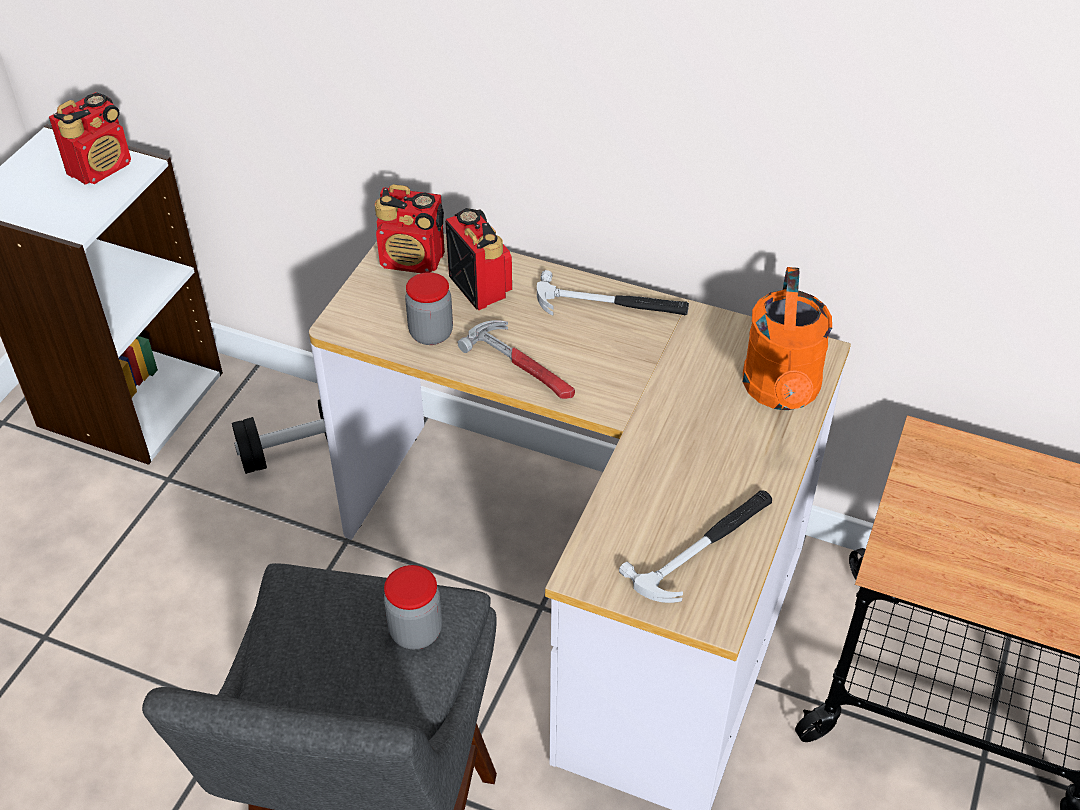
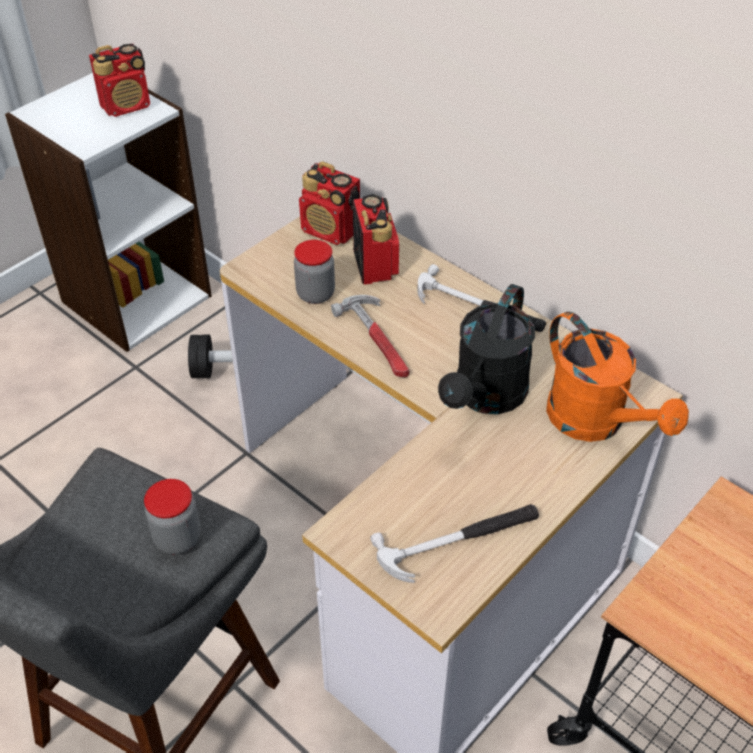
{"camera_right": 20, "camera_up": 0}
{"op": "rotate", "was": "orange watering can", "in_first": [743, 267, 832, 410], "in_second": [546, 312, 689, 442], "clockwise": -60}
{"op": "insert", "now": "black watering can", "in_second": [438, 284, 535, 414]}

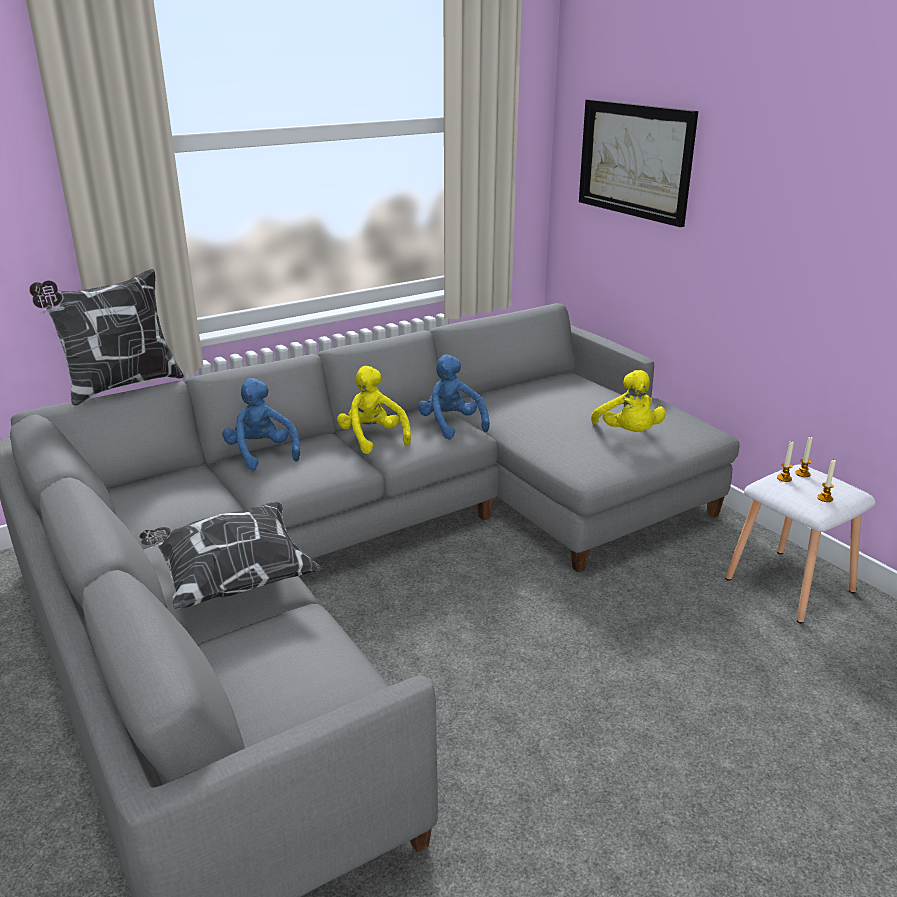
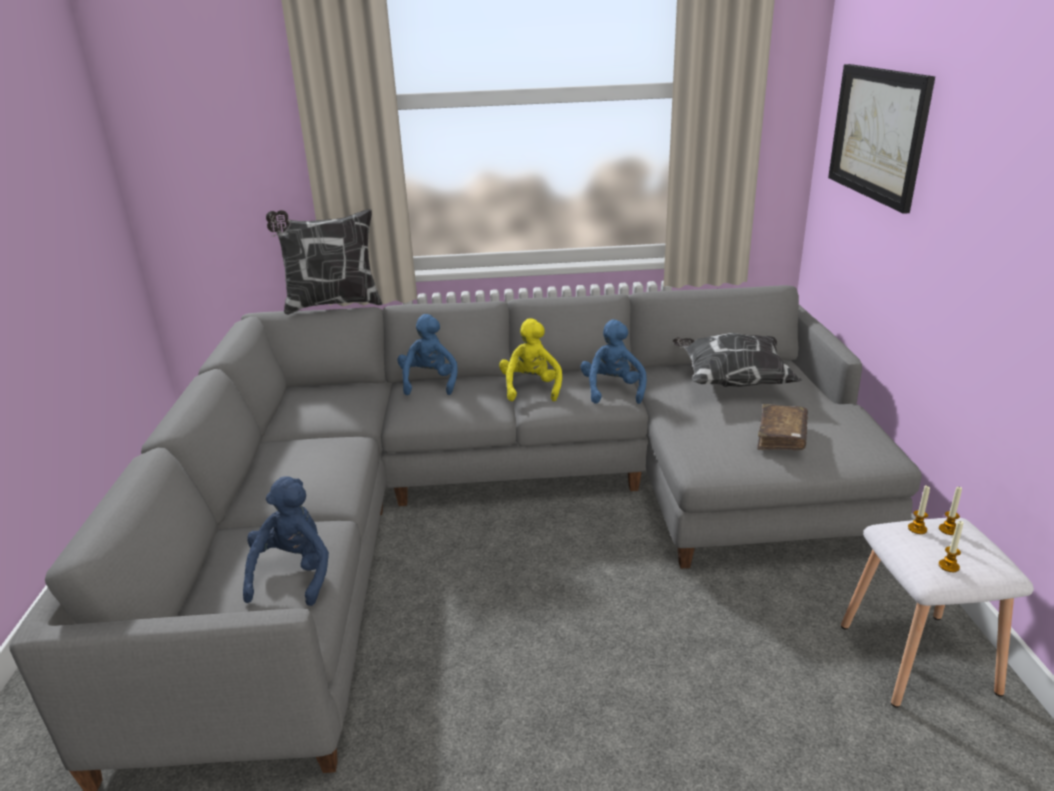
{"camera_right": 30, "camera_up": 0}
{"op": "move", "was": "pillow", "in_first": [139, 502, 323, 609], "in_second": [673, 333, 802, 387]}
{"op": "replace", "was": "yellow plush toy", "now": "brown book", "in_first": [591, 370, 666, 432], "in_second": [757, 404, 808, 450]}
{"op": "insert", "now": "blue plush toy", "in_second": [243, 477, 329, 606]}

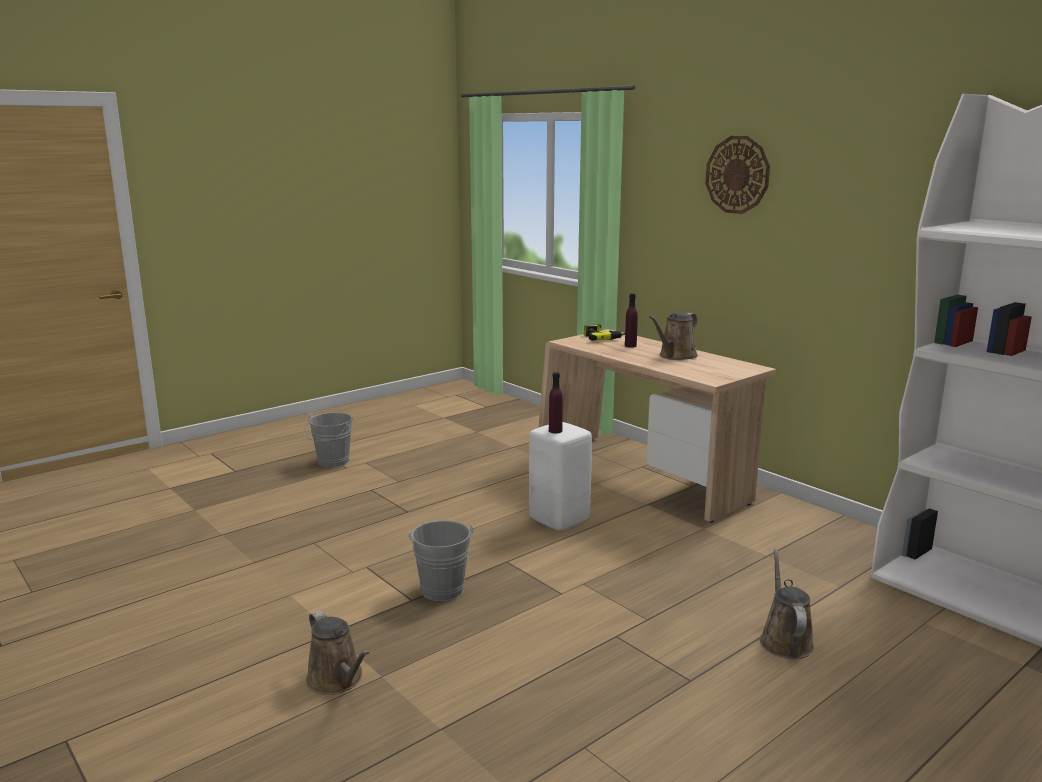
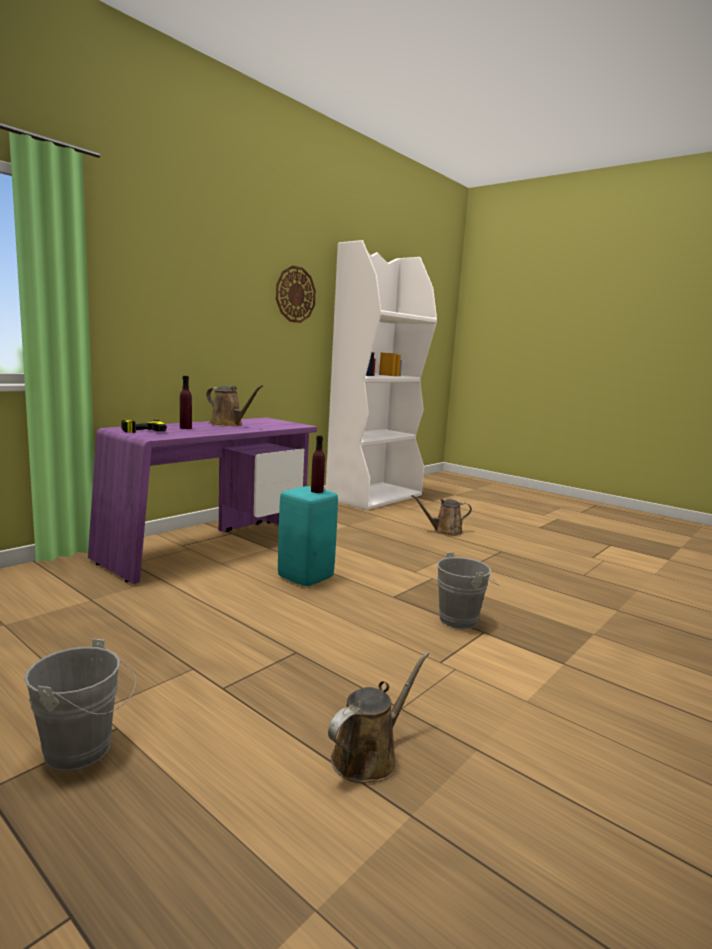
{"camera_right": -100, "camera_up": -5}
{"op": "move", "was": "brown watering can", "in_first": [306, 610, 369, 695], "in_second": [328, 652, 429, 783]}
{"op": "recolor", "was": "white stool", "now": "turquoise stool", "in_first": [529, 422, 592, 531], "in_second": [278, 486, 338, 586]}
{"op": "recolor", "was": "beige desk", "now": "purple desk", "in_first": [539, 329, 776, 523], "in_second": [88, 418, 317, 584]}
{"op": "move", "was": "wall clock", "in_first": [705, 136, 770, 214], "in_second": [276, 266, 316, 323]}

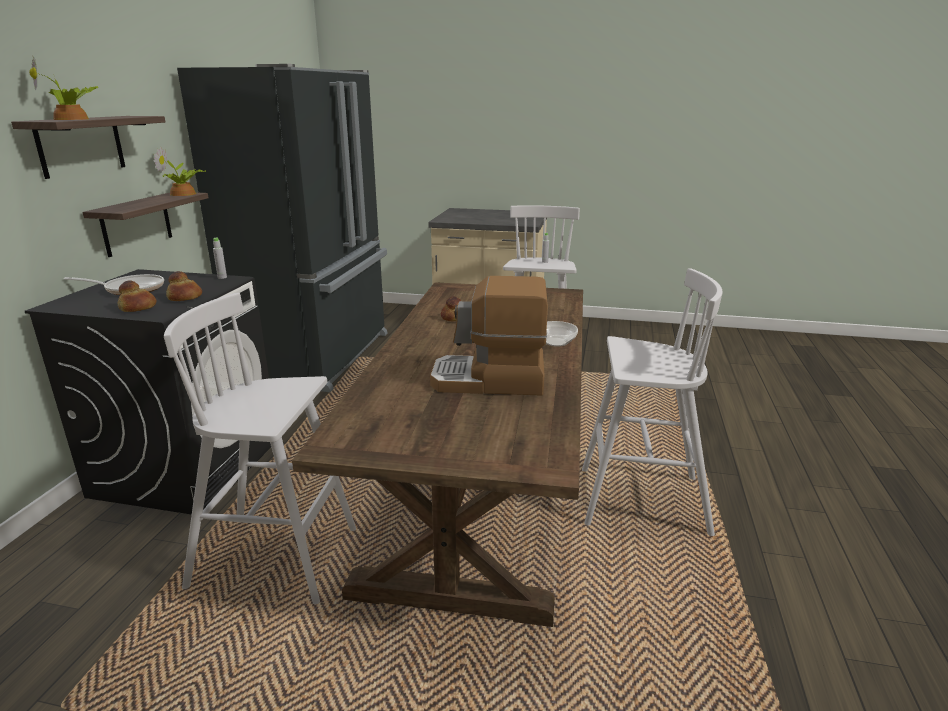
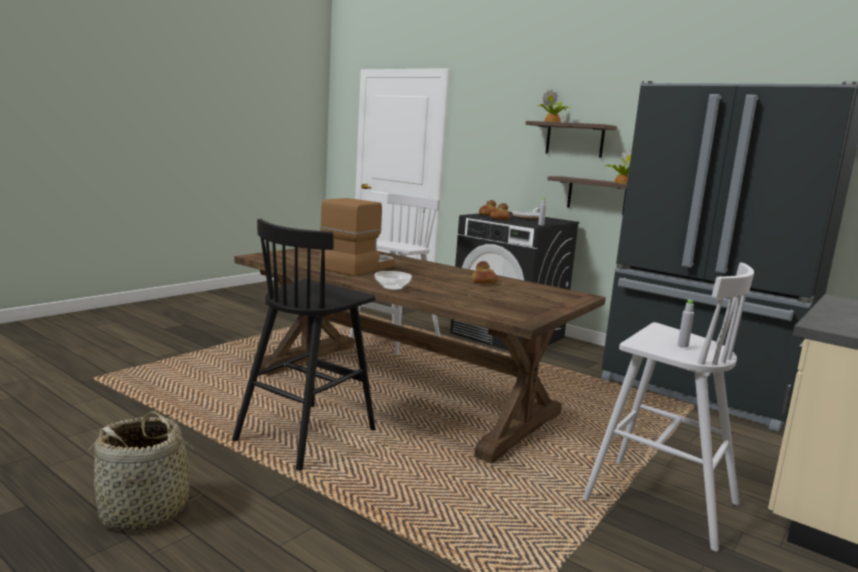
{"camera_right": 115, "camera_up": -10}
{"op": "recolor", "was": "white stool", "now": "black stool", "in_first": [582, 268, 722, 536], "in_second": [232, 219, 376, 471]}
{"op": "insert", "now": "basket", "in_second": [86, 411, 208, 532]}

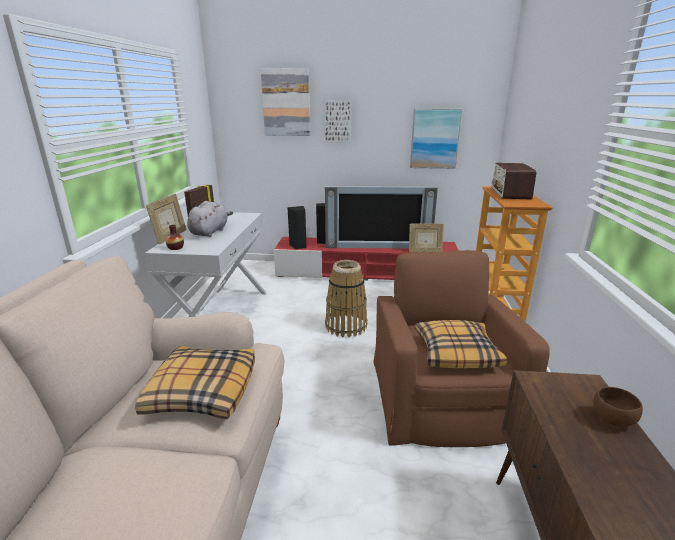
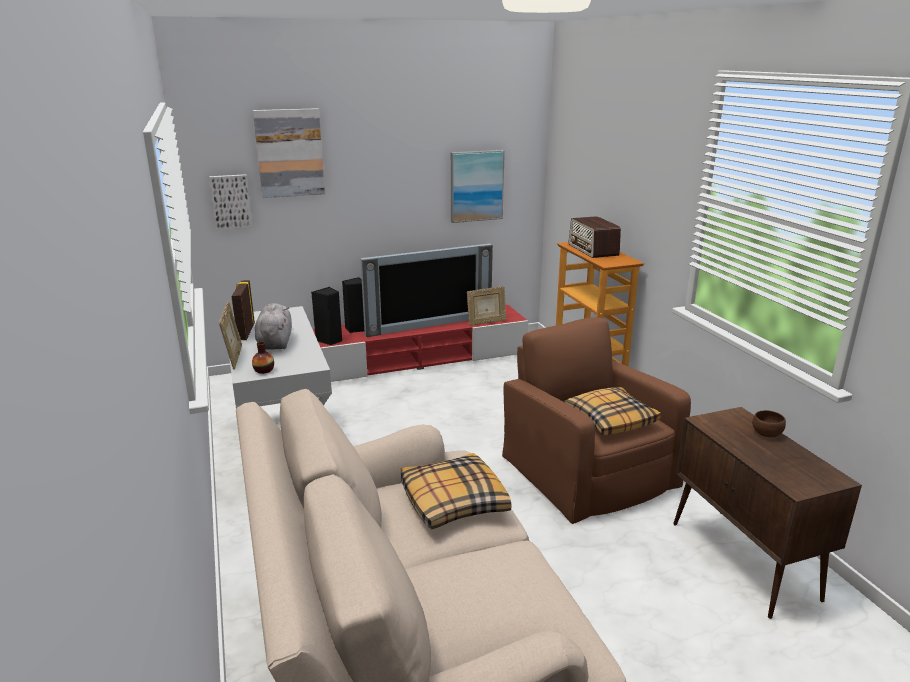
{"camera_right": -25, "camera_up": 0}
{"op": "move", "was": "picture", "in_first": [325, 101, 351, 143], "in_second": [209, 174, 253, 230]}
{"op": "delete", "was": "basket", "in_first": [325, 260, 367, 338]}

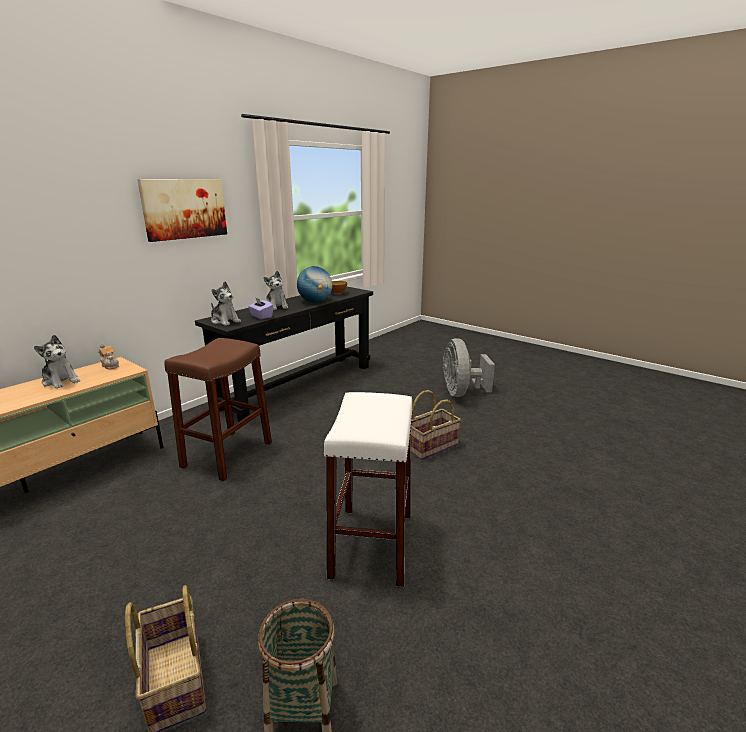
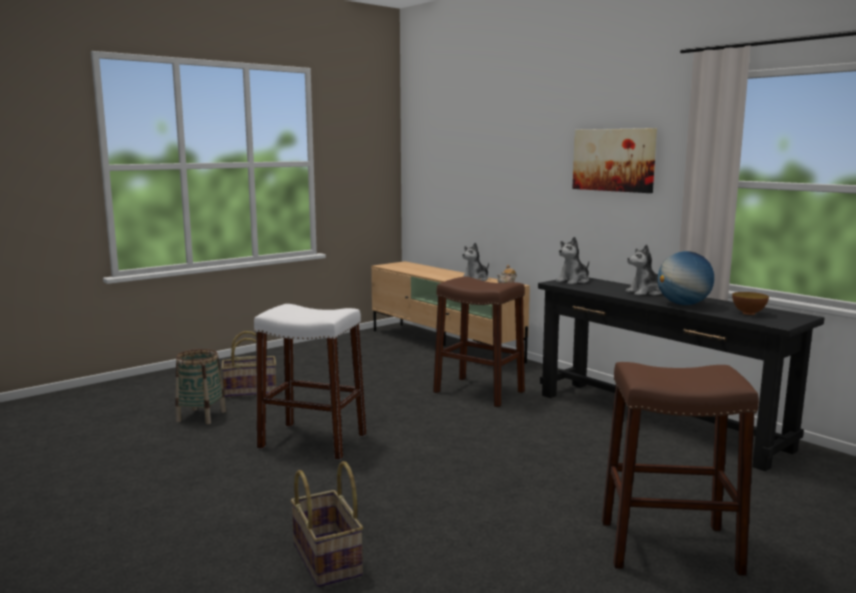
{"camera_right": 100, "camera_up": -10}
{"op": "delete", "was": "purple tissue box", "in_first": [248, 297, 273, 319]}
{"op": "move", "was": "basket", "in_first": [411, 390, 461, 460], "in_second": [290, 461, 363, 587]}
{"op": "replace", "was": "grey fan", "now": "brown stool", "in_first": [443, 338, 495, 397], "in_second": [602, 362, 759, 576]}

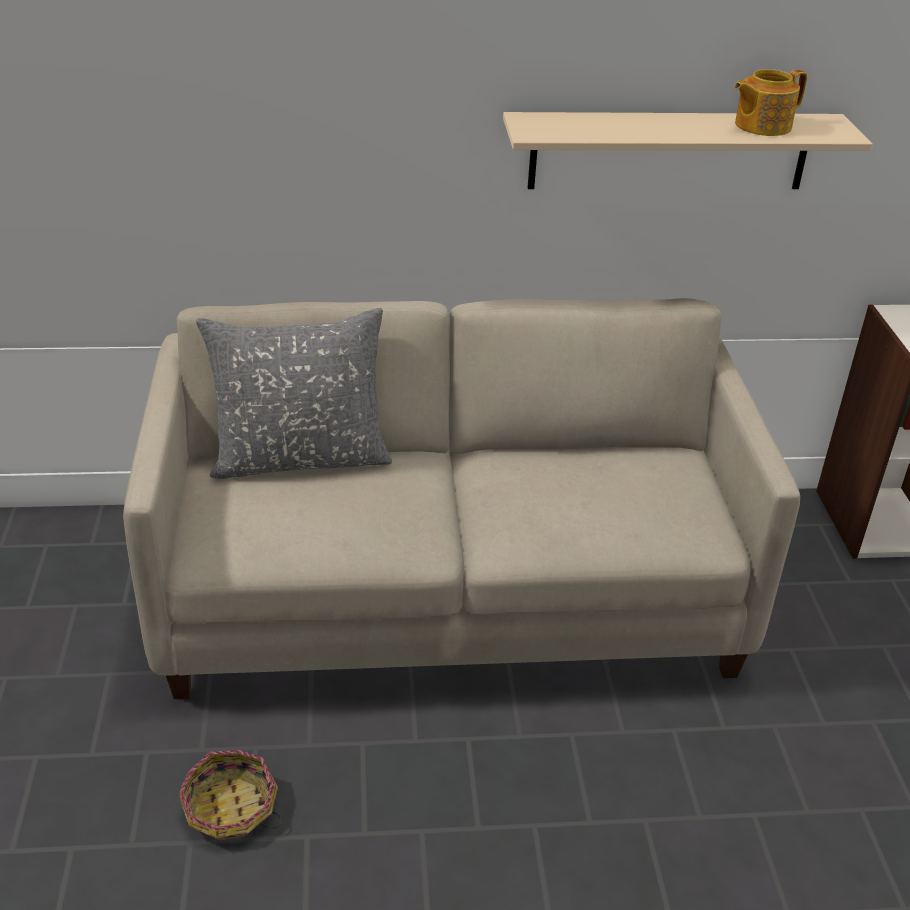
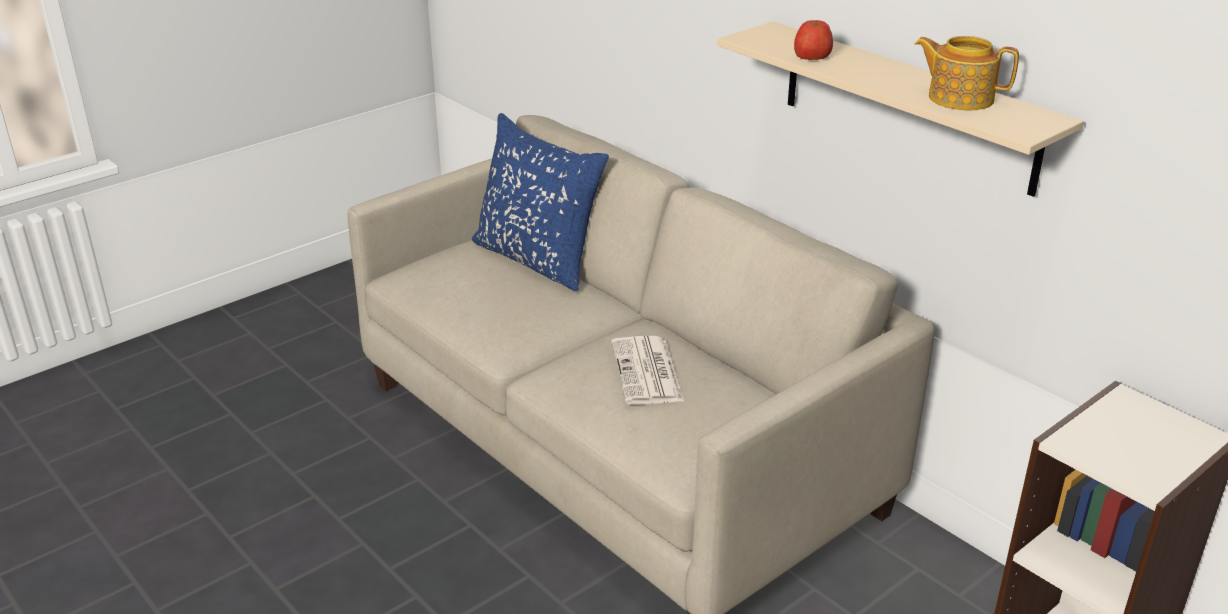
{"camera_right": 55, "camera_up": -5}
{"op": "delete", "was": "basket", "in_first": [179, 750, 282, 840]}
{"op": "recolor", "was": "grey pillow", "now": "blue pillow", "in_first": [196, 308, 392, 479], "in_second": [472, 113, 609, 292]}
{"op": "insert", "now": "newspaper", "in_second": [611, 336, 684, 405]}
{"op": "insert", "now": "apple", "in_second": [794, 20, 833, 60]}

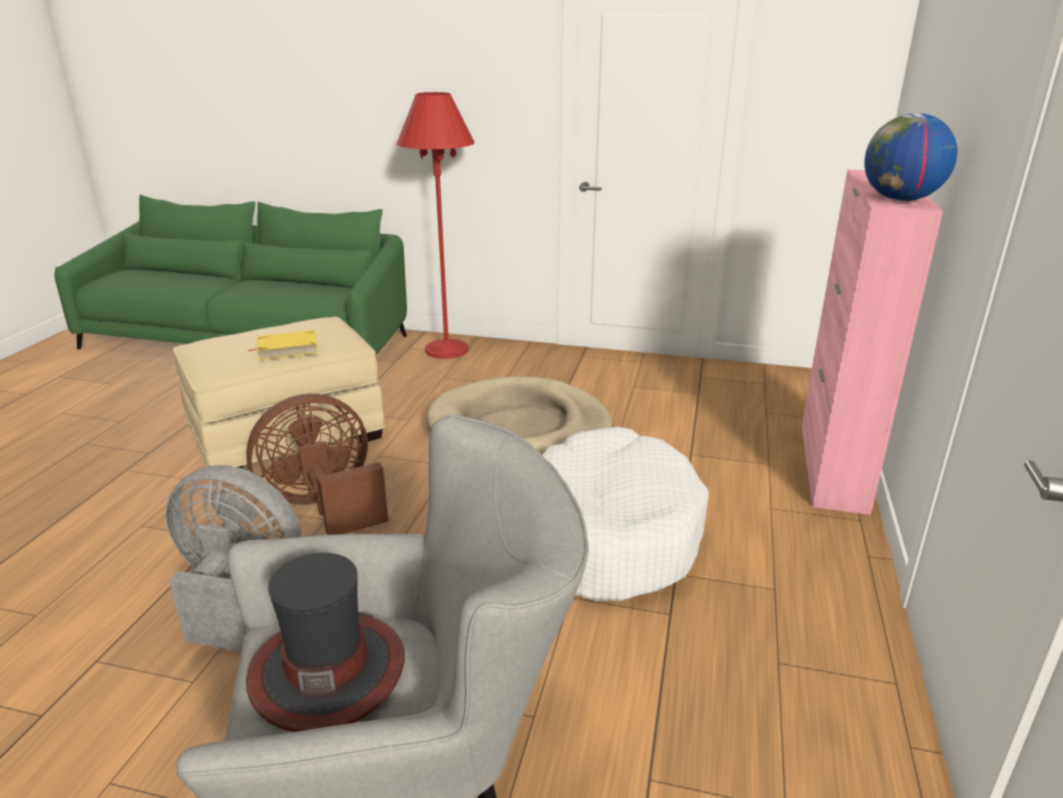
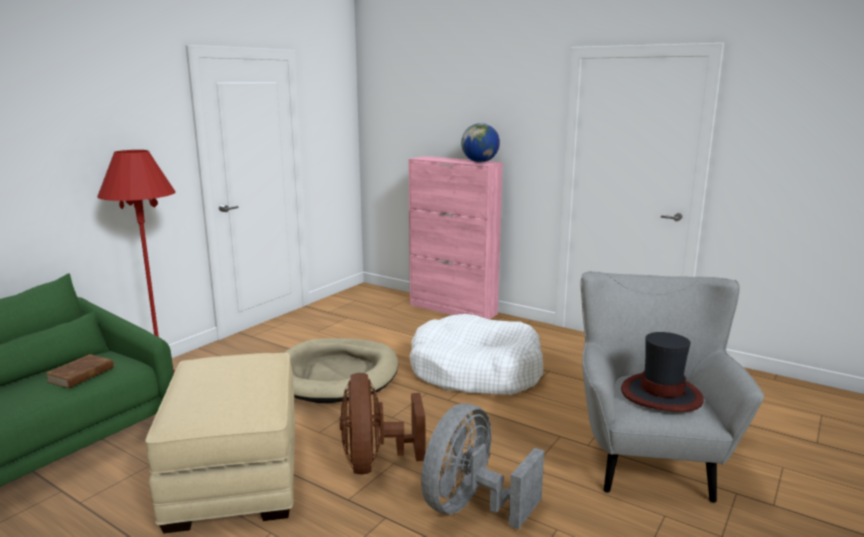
{"camera_right": -70, "camera_up": -10}
{"op": "delete", "was": "yellow book", "in_first": [248, 330, 318, 360]}
{"op": "insert", "now": "brown book", "in_second": [44, 354, 116, 388]}

